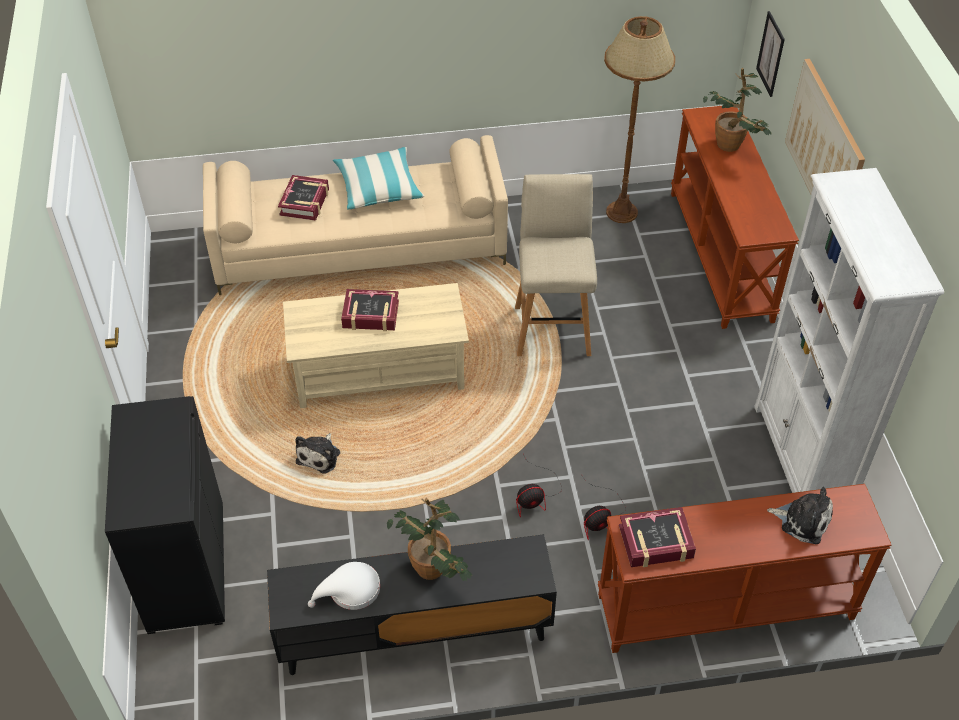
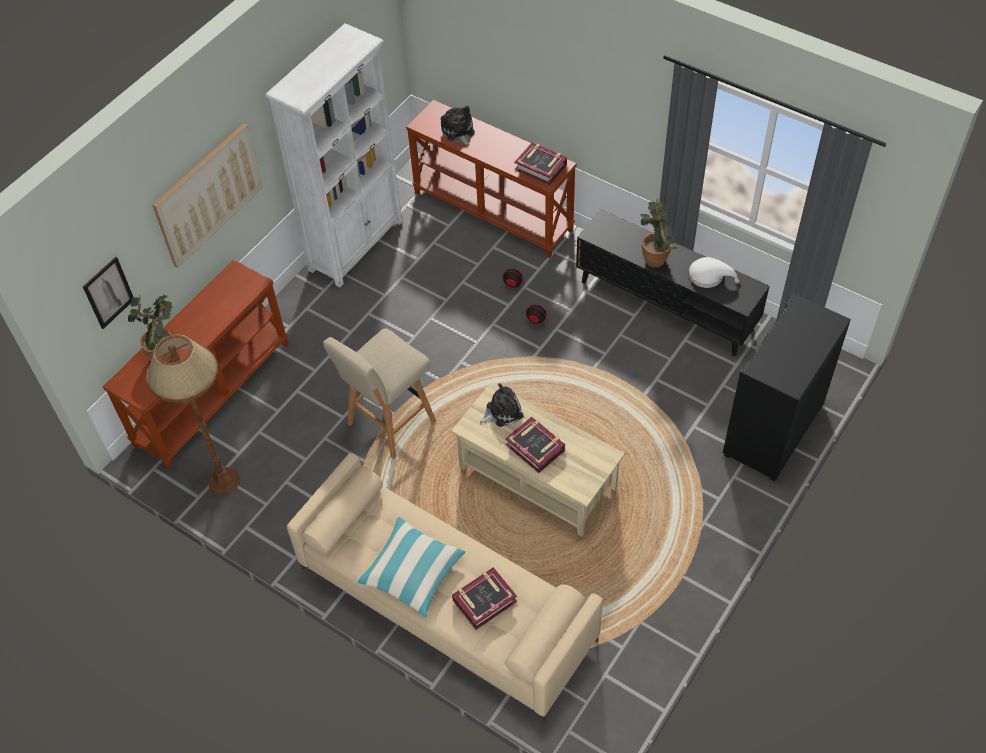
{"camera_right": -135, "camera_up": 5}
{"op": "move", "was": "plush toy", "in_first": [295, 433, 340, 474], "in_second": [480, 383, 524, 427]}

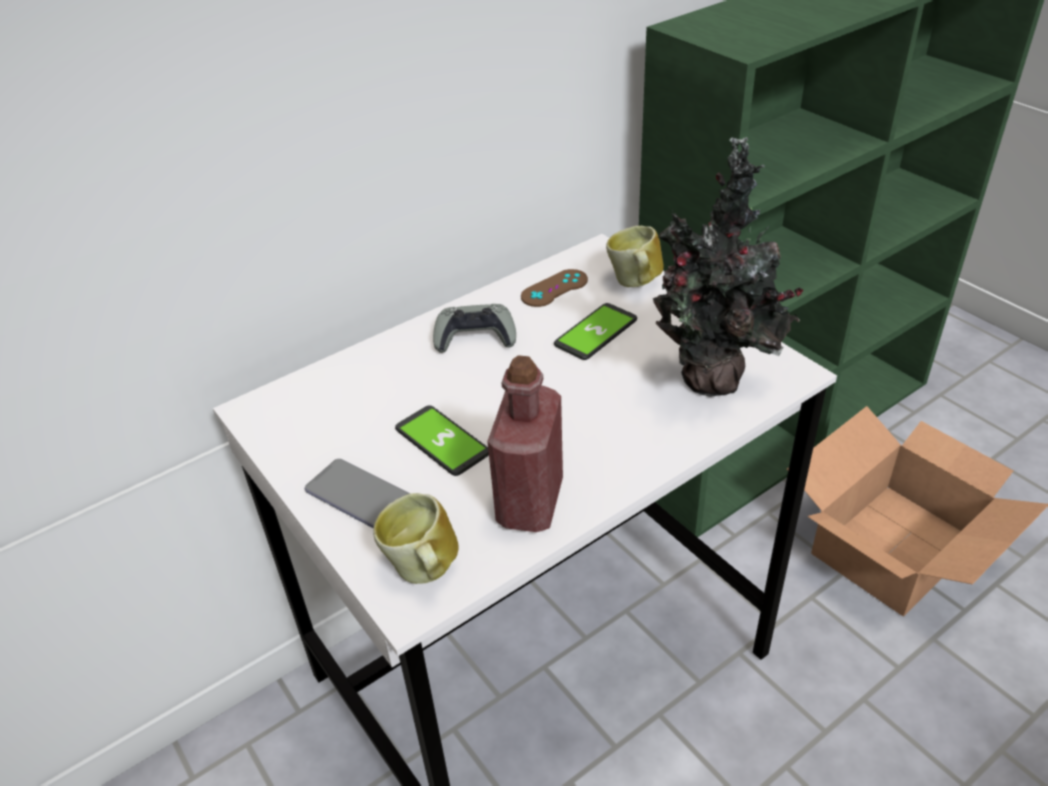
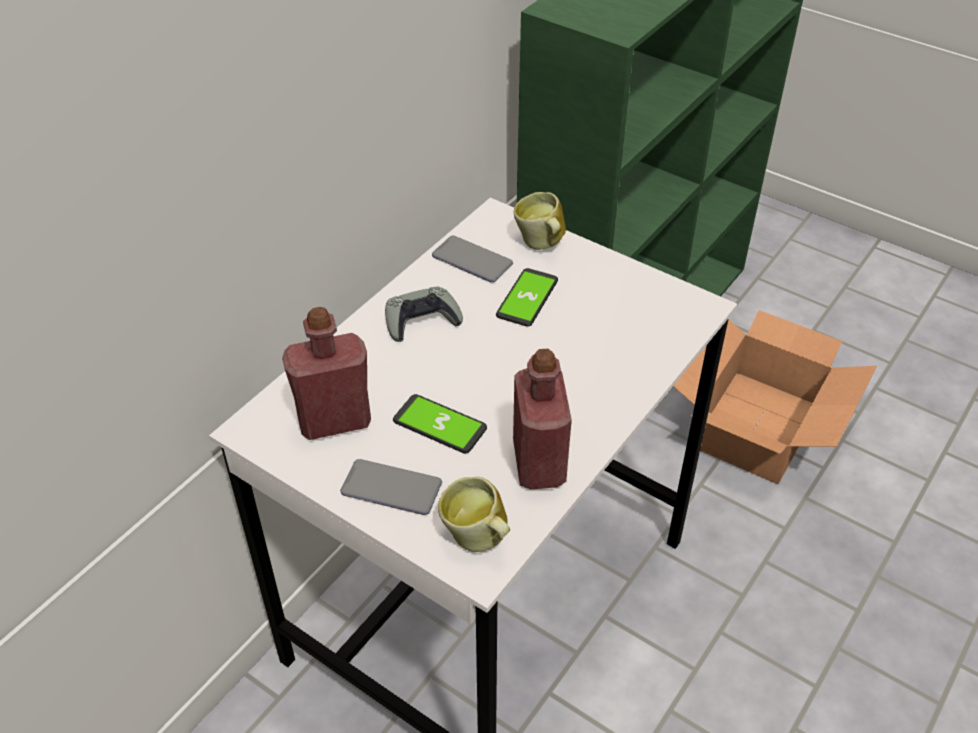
{"camera_right": -20, "camera_up": 5}
{"op": "replace", "was": "brown game controller", "now": "phone", "in_first": [521, 269, 588, 307], "in_second": [432, 236, 513, 282]}
{"op": "delete", "was": "potted plant", "in_first": [653, 137, 803, 397]}
{"op": "insert", "now": "red bottle", "in_second": [282, 307, 371, 440]}

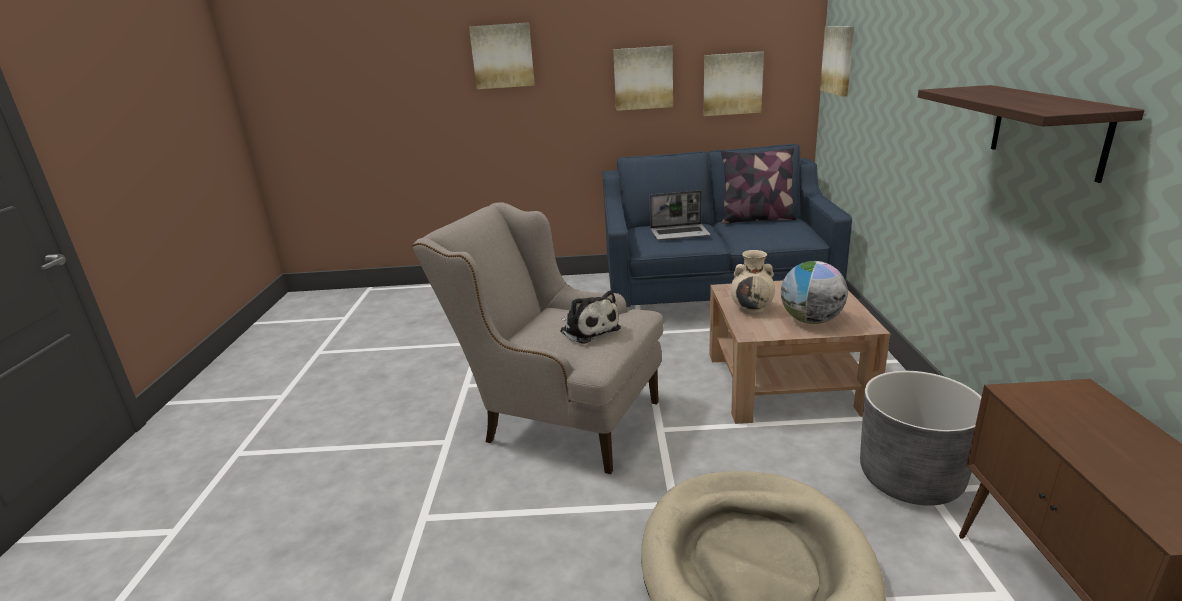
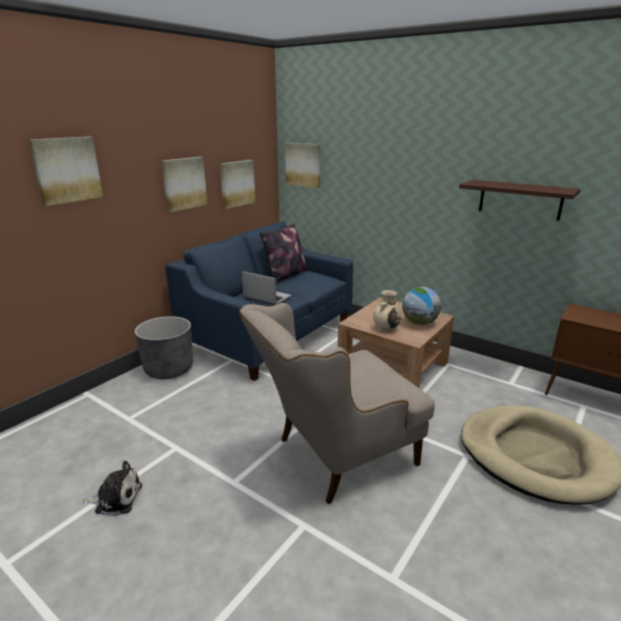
{"camera_right": -55, "camera_up": 0}
{"op": "move", "was": "plush toy", "in_first": [560, 291, 621, 344], "in_second": [82, 461, 142, 516]}
{"op": "rotate", "was": "laptop", "in_first": [650, 190, 711, 240], "in_second": [242, 271, 292, 305], "clockwise": -90}
{"op": "move", "was": "grey planter", "in_first": [860, 371, 981, 506], "in_second": [135, 316, 193, 379]}

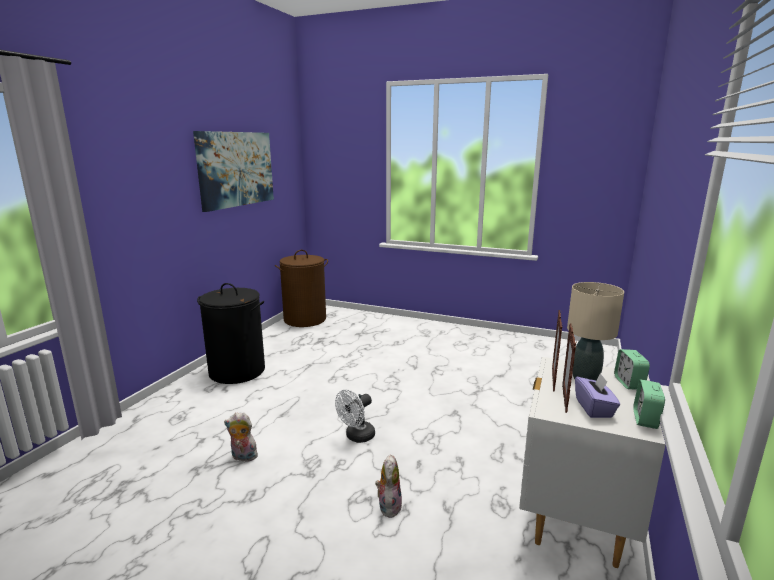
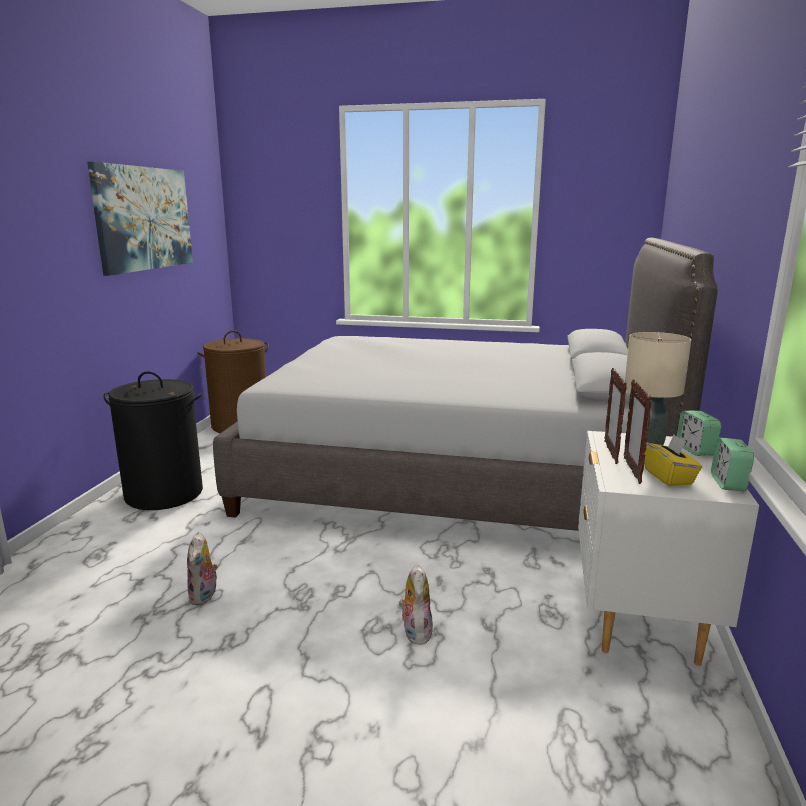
{"camera_right": -10, "camera_up": 0}
{"op": "rotate", "was": "plush toy", "in_first": [224, 413, 260, 462], "in_second": [187, 532, 218, 606], "clockwise": -90}
{"op": "delete", "was": "white fan", "in_first": [335, 389, 375, 443]}
{"op": "recolor", "was": "purple tissue box", "now": "yellow tissue box", "in_first": [575, 373, 620, 418], "in_second": [644, 435, 702, 486]}
{"op": "insert", "now": "grey bed", "in_second": [213, 238, 718, 531]}

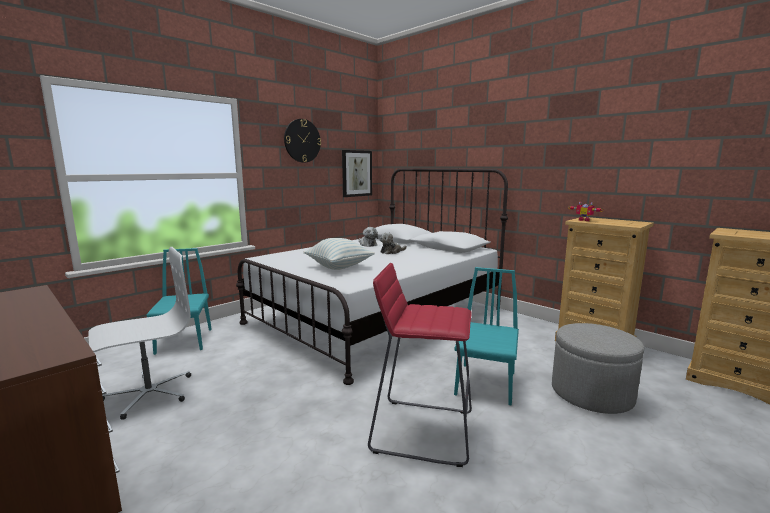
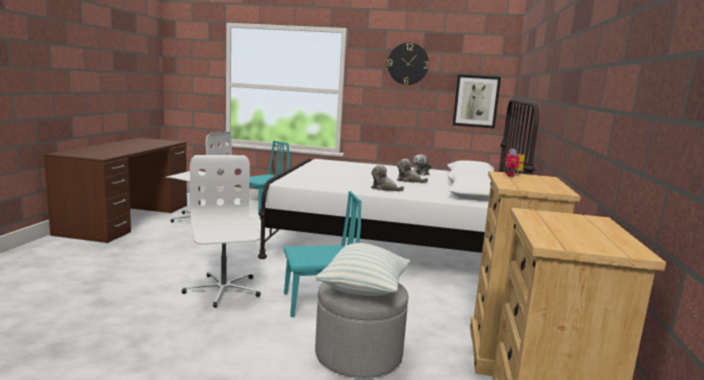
{"camera_right": 55, "camera_up": 0}
{"op": "move", "was": "pillow", "in_first": [303, 238, 375, 270], "in_second": [316, 243, 410, 296]}
{"op": "replace", "was": "red stool", "now": "white office chair", "in_first": [368, 263, 472, 467], "in_second": [182, 155, 261, 307]}
{"op": "insert", "now": "plush toy", "in_second": [371, 164, 404, 191]}

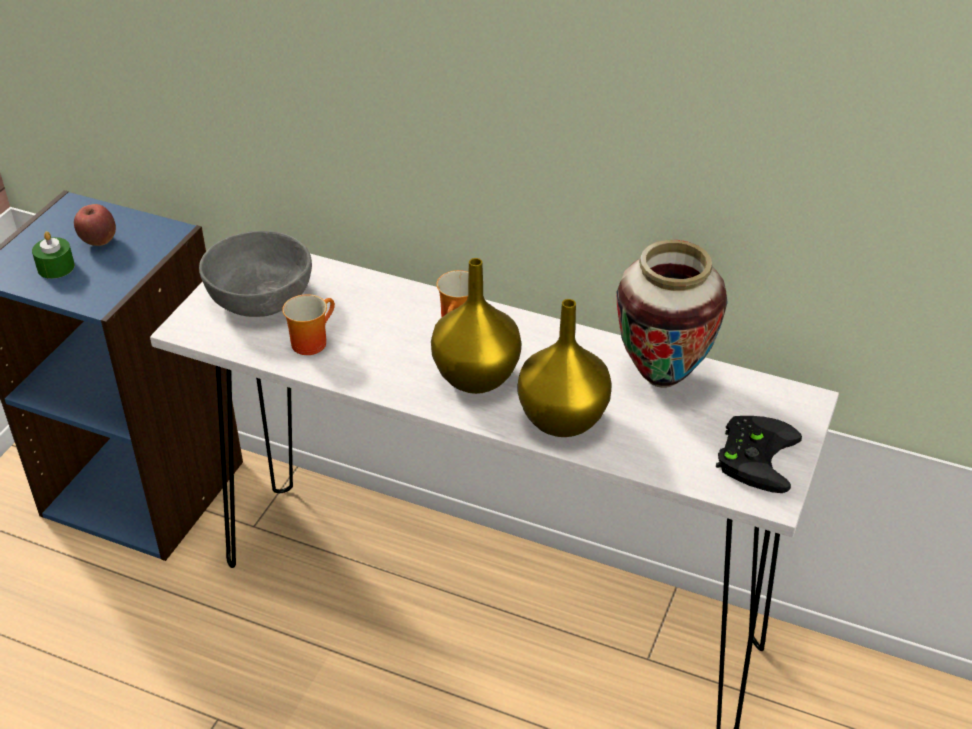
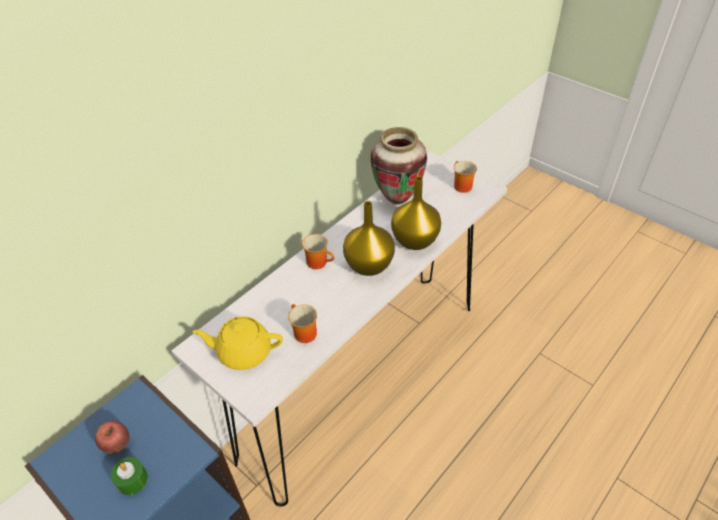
{"camera_right": -70, "camera_up": 5}
{"op": "replace", "was": "grey bowl", "now": "yellow teapot", "in_first": [199, 231, 312, 317], "in_second": [192, 316, 283, 370]}
{"op": "replace", "was": "black game controller", "now": "mug", "in_first": [716, 416, 802, 493], "in_second": [454, 161, 477, 193]}

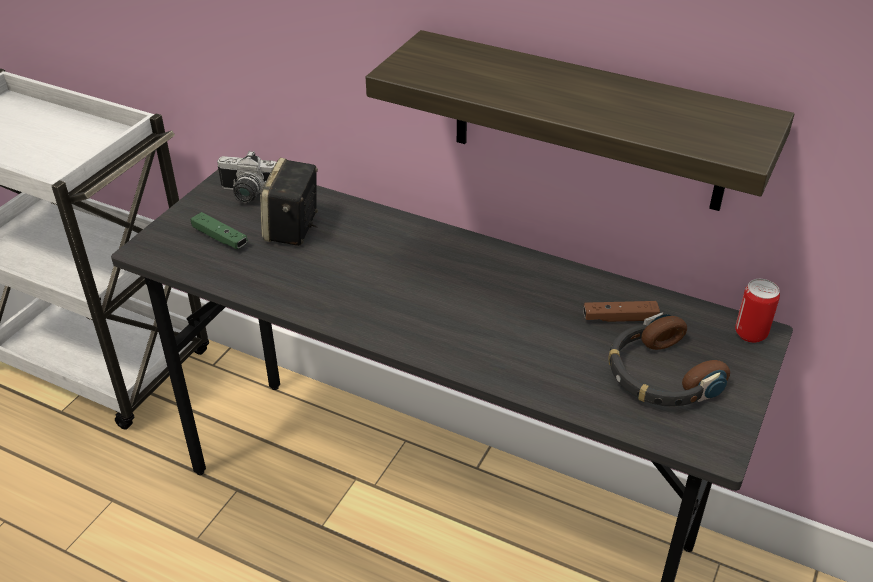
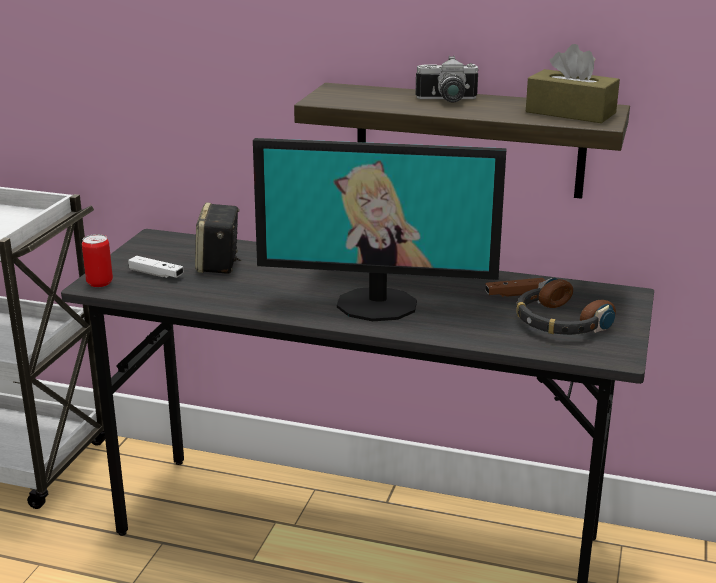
{"camera_right": -10, "camera_up": -15}
{"op": "recolor", "was": "green game controller", "now": "white game controller", "in_first": [191, 212, 248, 249], "in_second": [128, 256, 184, 278]}
{"op": "move", "was": "photo camera", "in_first": [217, 151, 276, 203], "in_second": [415, 55, 478, 103]}
{"op": "move", "was": "can", "in_first": [735, 279, 780, 343], "in_second": [82, 234, 113, 287]}
{"op": "insert", "now": "monitor", "in_second": [253, 138, 507, 321]}
{"op": "insert", "now": "brown tissue box", "in_second": [526, 44, 620, 123]}

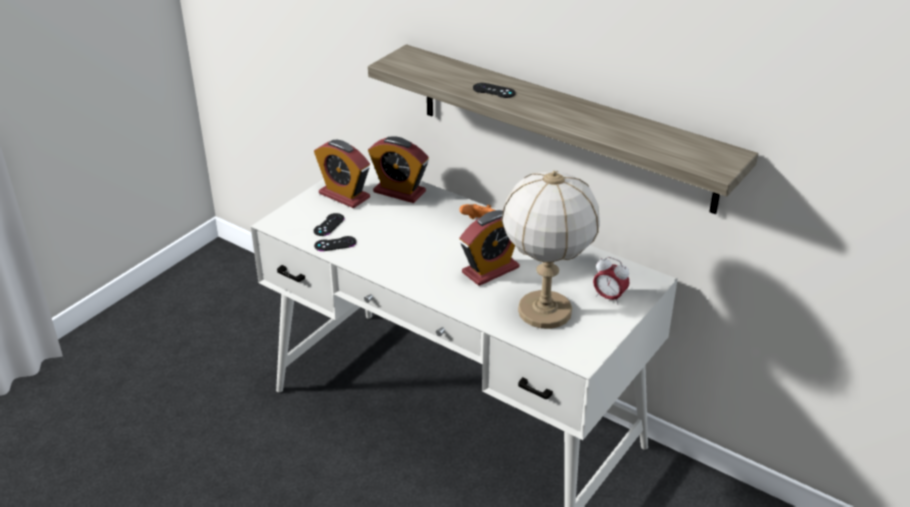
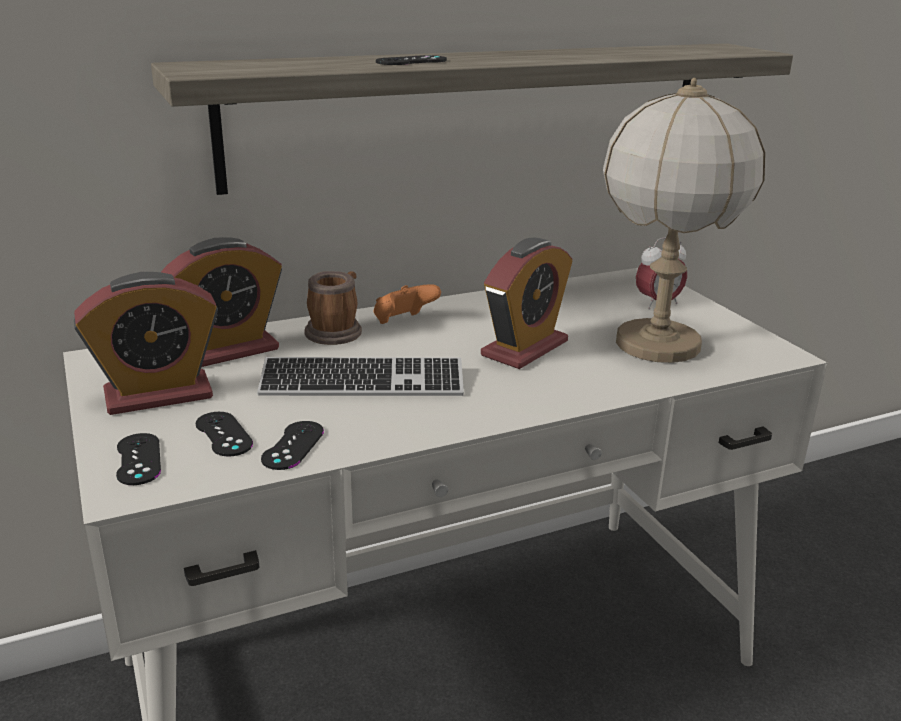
{"camera_right": -60, "camera_up": -10}
{"op": "rotate", "was": "alarm clock", "in_first": [460, 210, 519, 286], "in_second": [481, 237, 573, 369], "clockwise": 45}
{"op": "insert", "now": "black game controller", "in_second": [116, 433, 161, 485]}
{"op": "insert", "now": "keyboard", "in_second": [257, 357, 464, 396]}
{"op": "insert", "now": "mug", "in_second": [304, 271, 362, 345]}

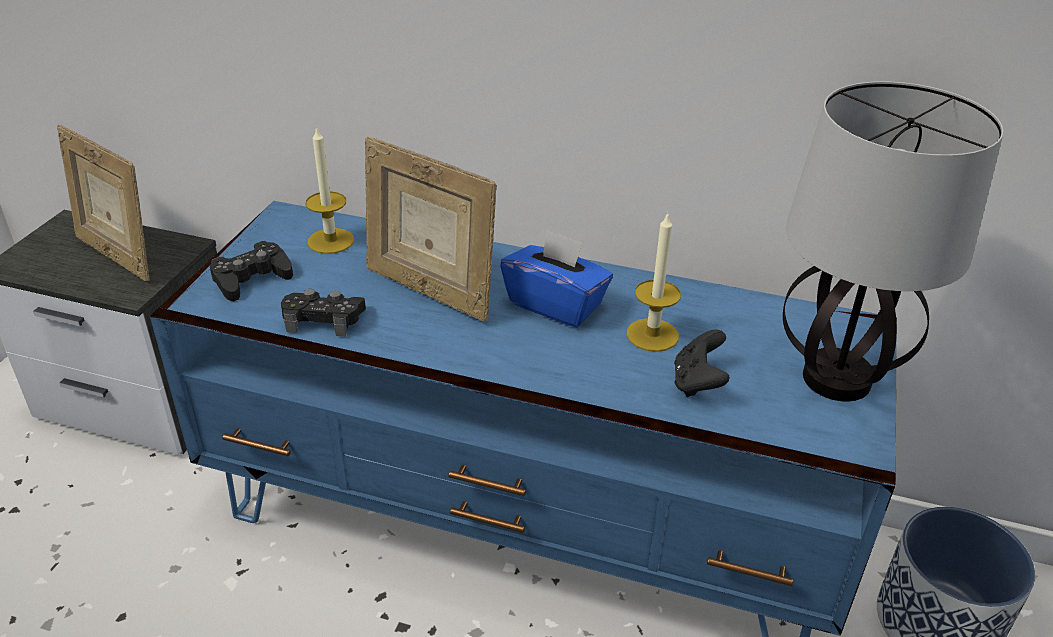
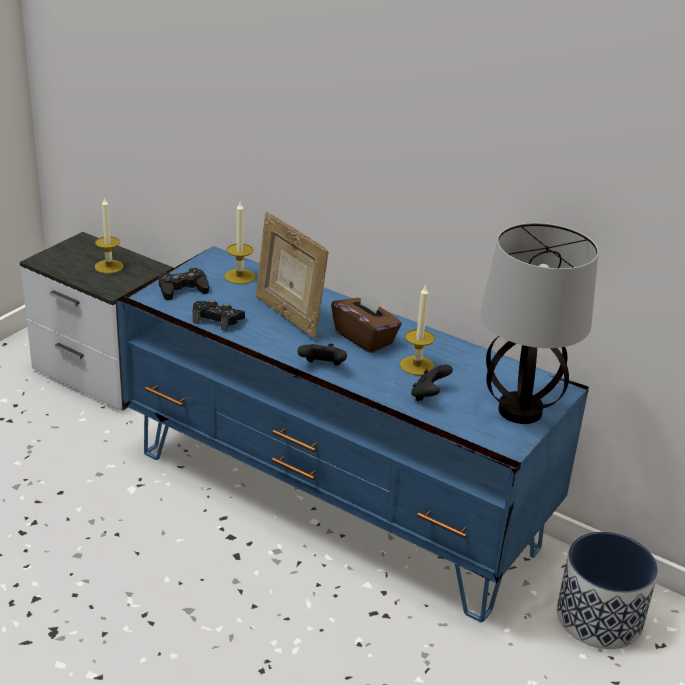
{"camera_right": 15, "camera_up": -5}
{"op": "replace", "was": "picture frame", "now": "candle", "in_first": [57, 124, 150, 281], "in_second": [95, 197, 123, 274]}
{"op": "recolor", "was": "blue tissue box", "now": "brown tissue box", "in_first": [500, 229, 613, 327], "in_second": [331, 287, 402, 353]}
{"op": "insert", "now": "black game controller", "in_second": [297, 344, 347, 366]}

